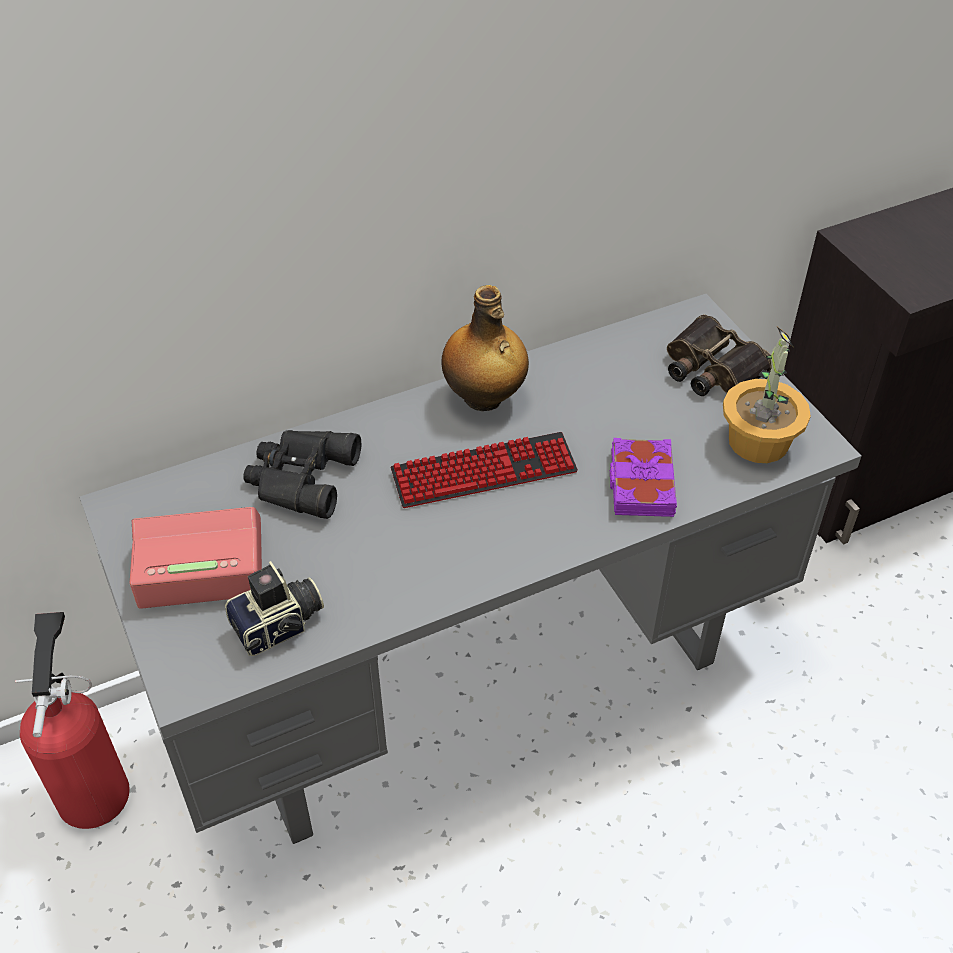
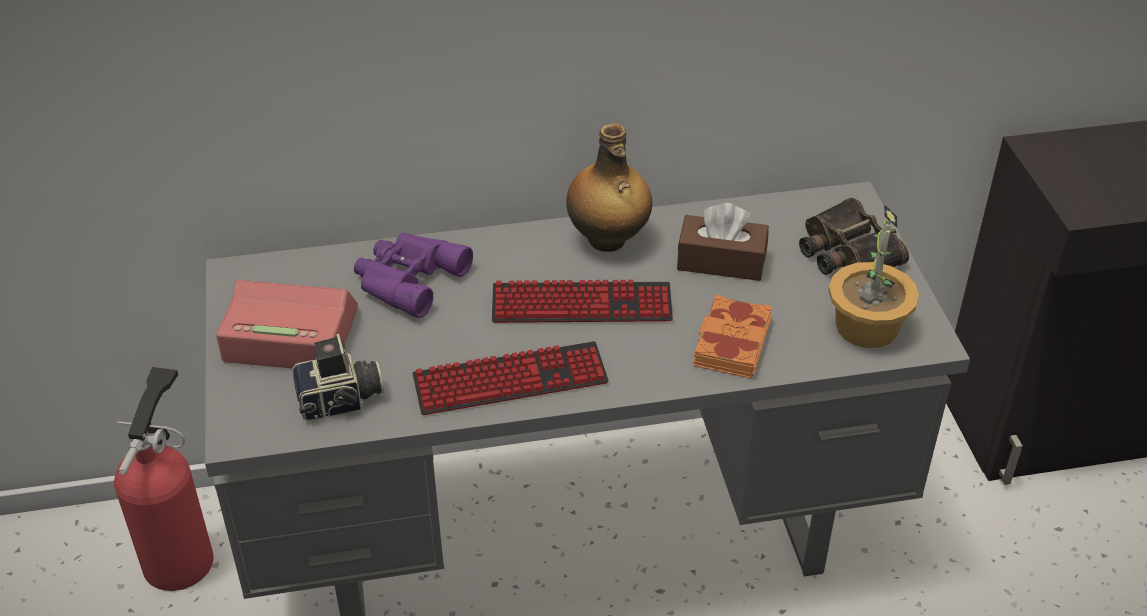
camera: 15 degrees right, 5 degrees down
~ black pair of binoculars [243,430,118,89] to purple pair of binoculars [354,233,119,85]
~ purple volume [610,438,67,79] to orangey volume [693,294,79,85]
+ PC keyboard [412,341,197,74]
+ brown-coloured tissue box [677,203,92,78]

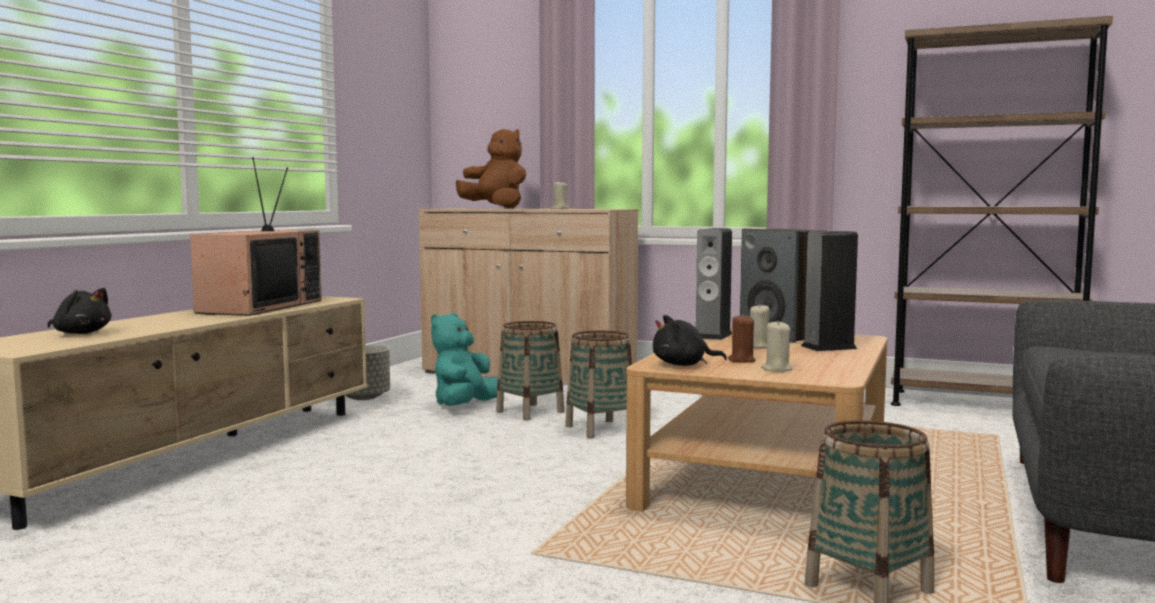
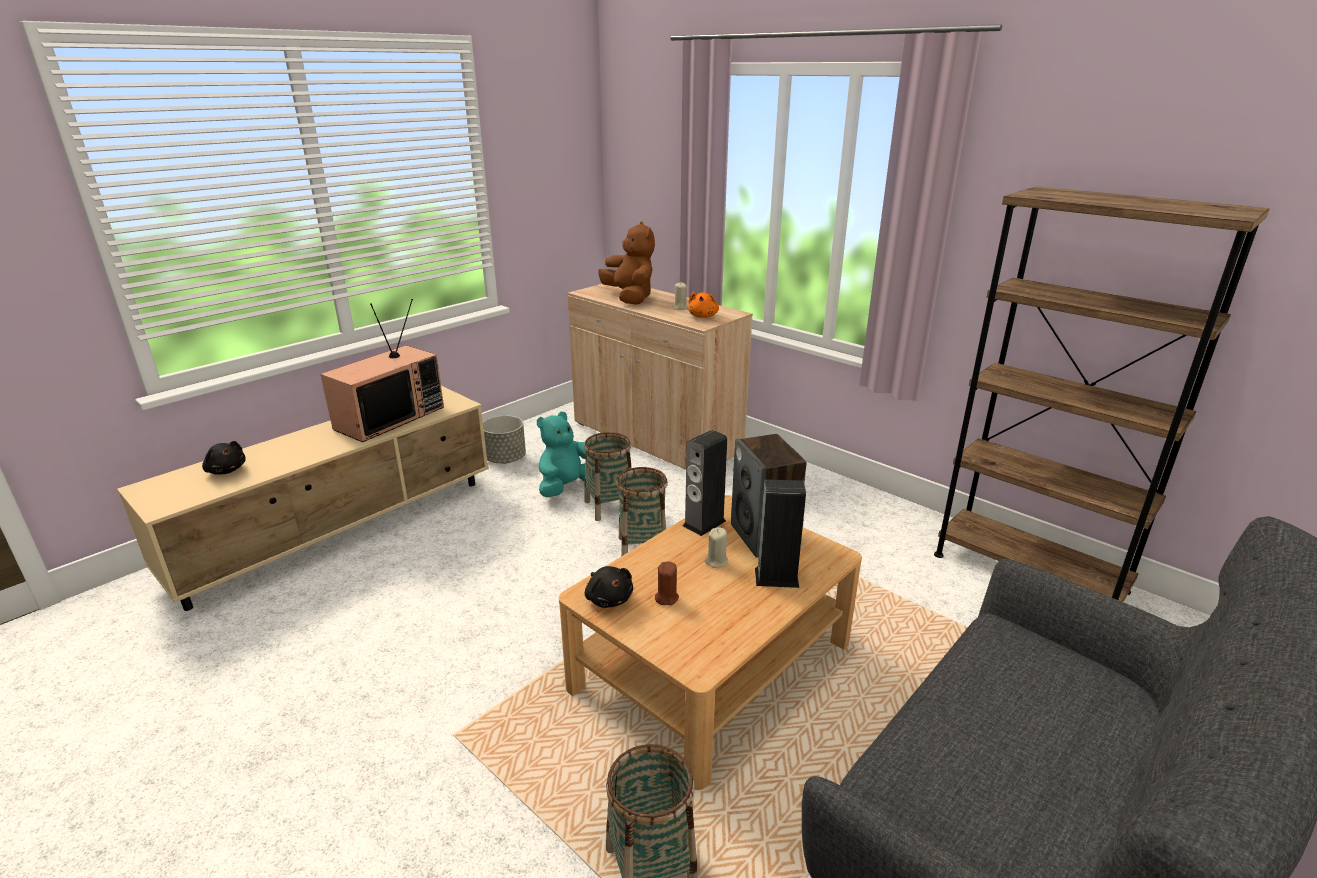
camera: 20 degrees right, 20 degrees up
~ black cuddly toy [653,315,74,51] = [585,566,48,42] 135 degrees counterclockwise
- sand-coloured wax light [761,320,31,52]
+ orangey cuddly toy [688,292,31,26]

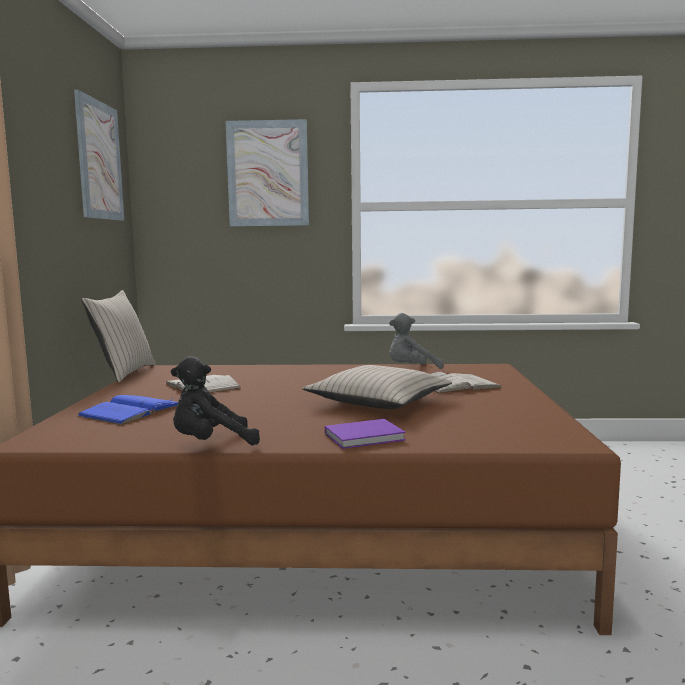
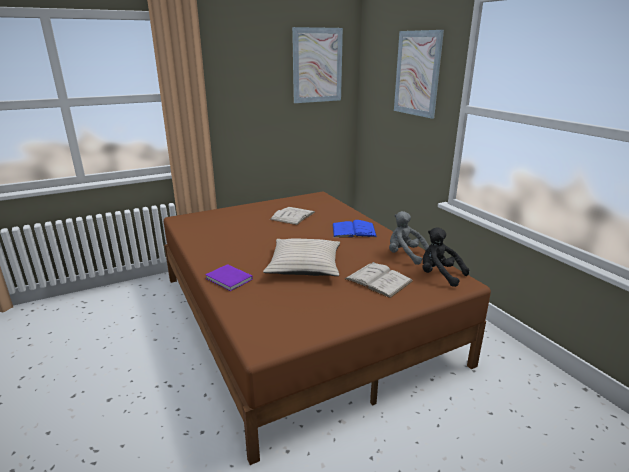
camera: 60 degrees right, 15 degrees up
~ blue-coloured volume [77,395,101,30] to [332,220,45,18]
- sand-coloured cushion [81,290,75,93]
~ black cuddly toy [171,356,89,89] to [422,227,47,60]

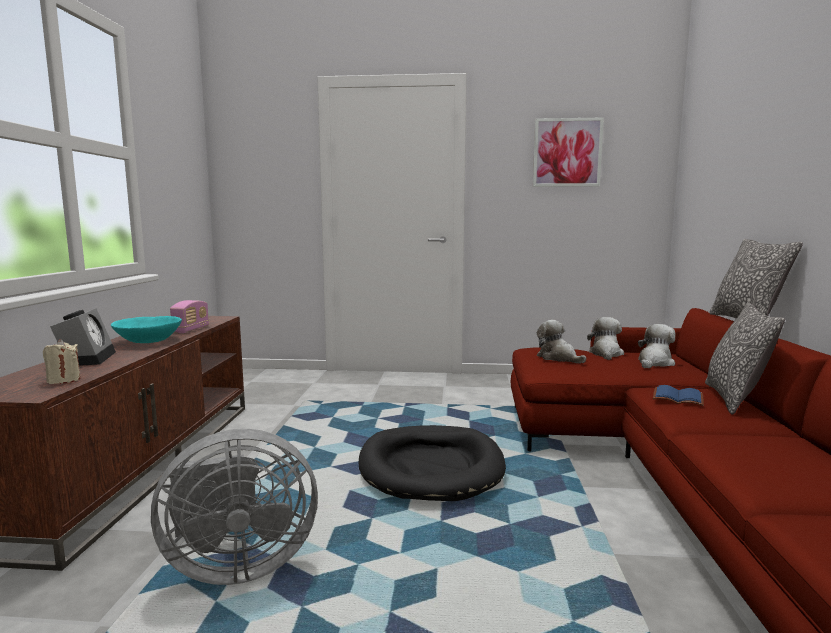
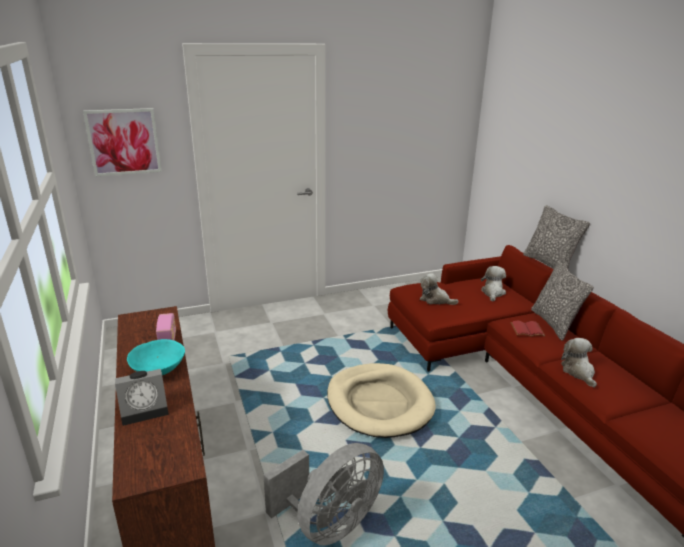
camera: 25 degrees left, 15 degrees up
- sand-coloured wax light [43,339,37,45]
~ alarm clock [50,308,66,58] = [115,369,54,57] 105 degrees clockwise
~ black dog cushion [359,425,147,76] to sand-coloured dog cushion [327,363,109,75]
~ wall art [533,117,71,70] to [83,108,79,68]
~ cuddly toy [587,317,37,43] to [561,338,36,49]
~ blue-coloured volume [653,385,51,21] to red-coloured volume [510,321,35,16]

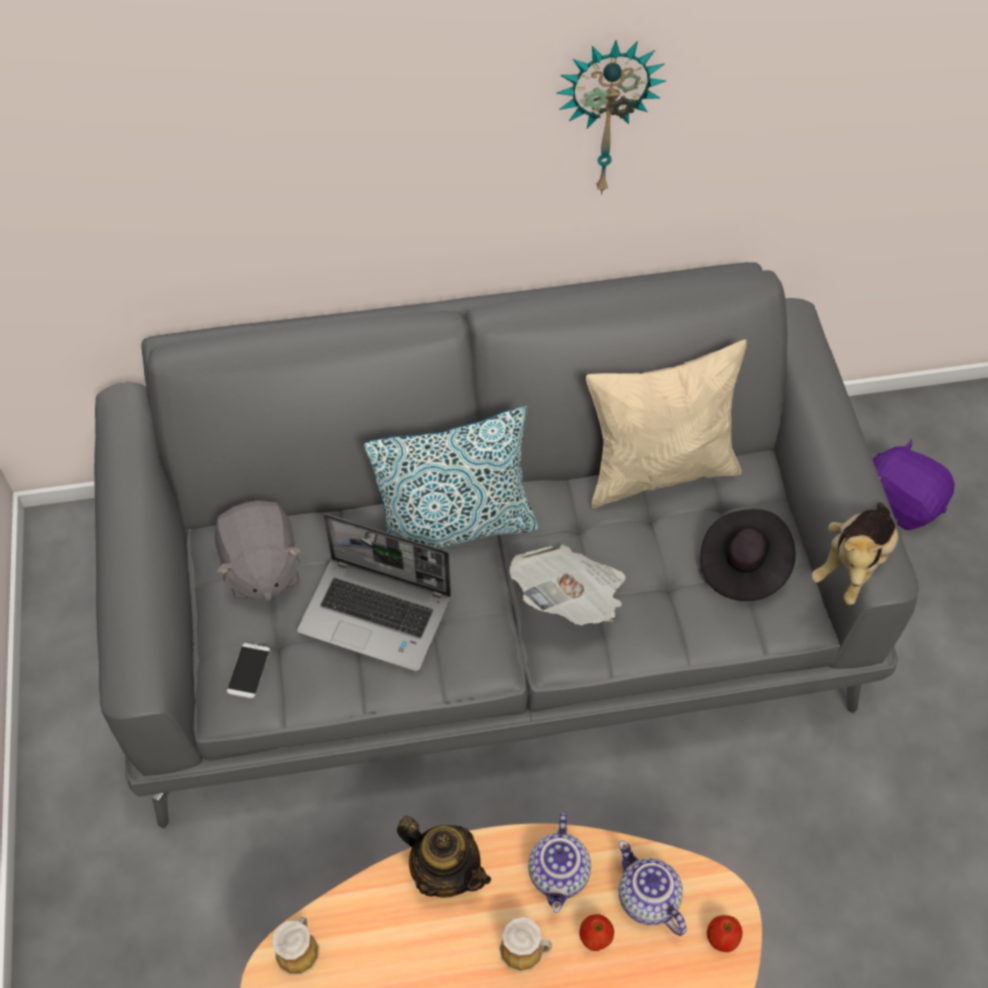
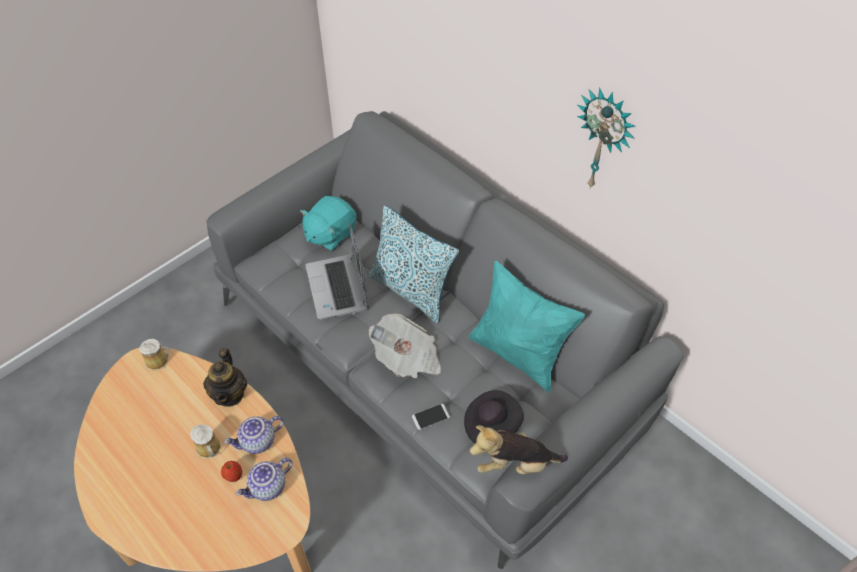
camera: 55 degrees right, 5 degrees down
~ grey cuddly toy [215,500,87,101] to blue-green cuddly toy [300,196,57,55]
~ telephone [227,643,43,56] to [412,404,38,26]
~ sand-coloured cushion [586,340,161,168] to blue-green cushion [469,261,116,132]
~ teapot [619,840,68,96] = [235,458,58,43] 150 degrees counterclockwise
- apple [707,915,36,37]
- purple cuddly toy [873,439,82,91]

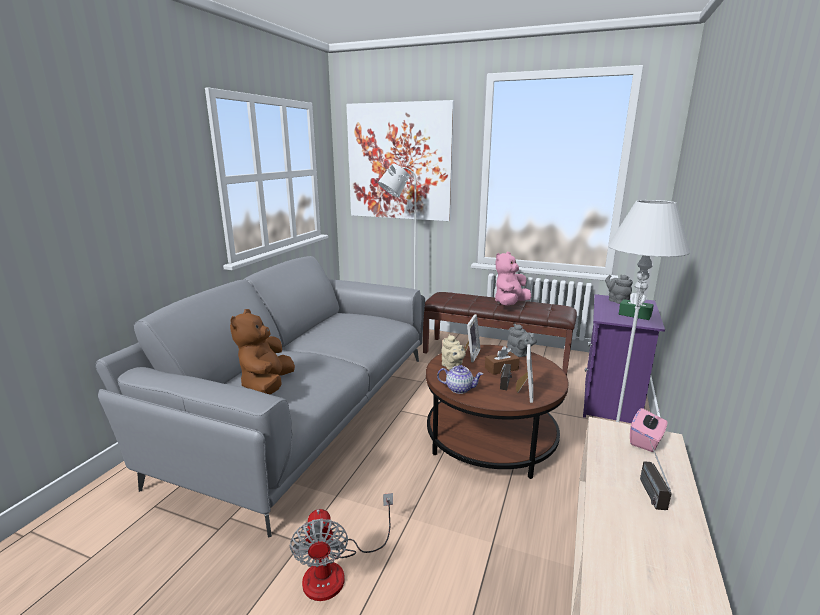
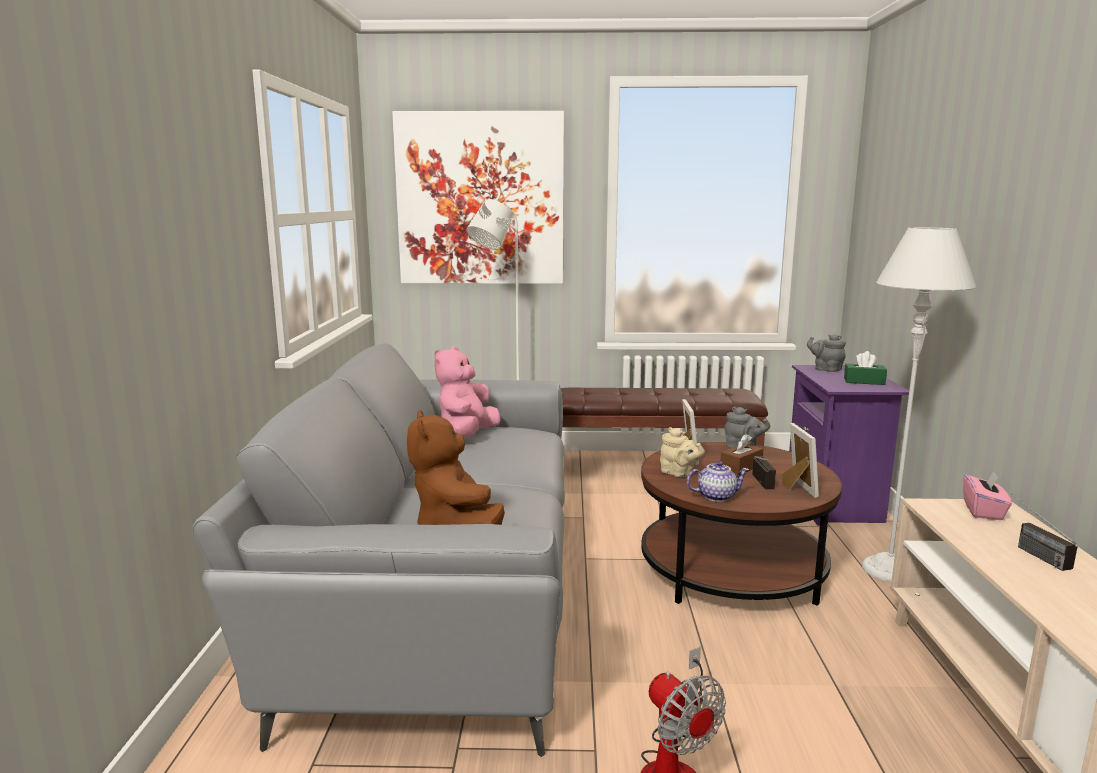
camera: 20 degrees left, 5 degrees down
~ pink cuddly toy [495,252,36,54] to [434,346,67,91]

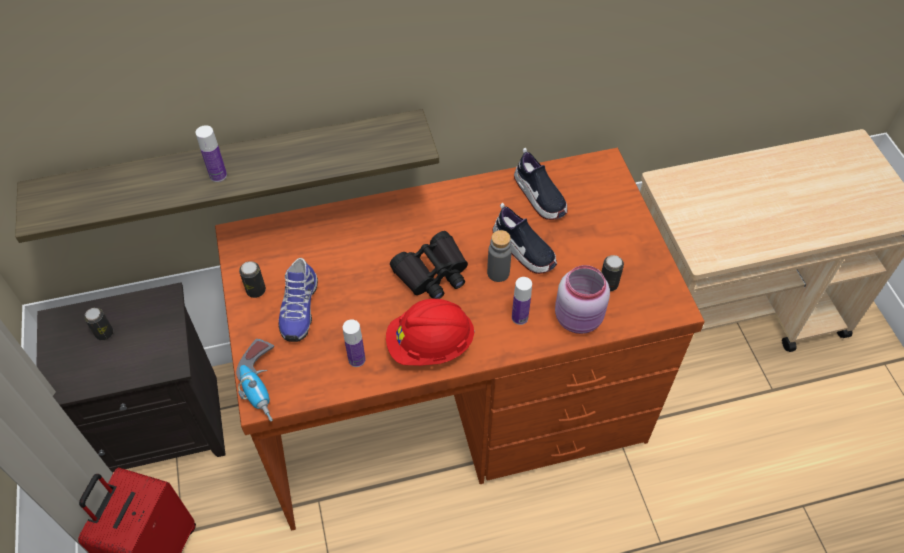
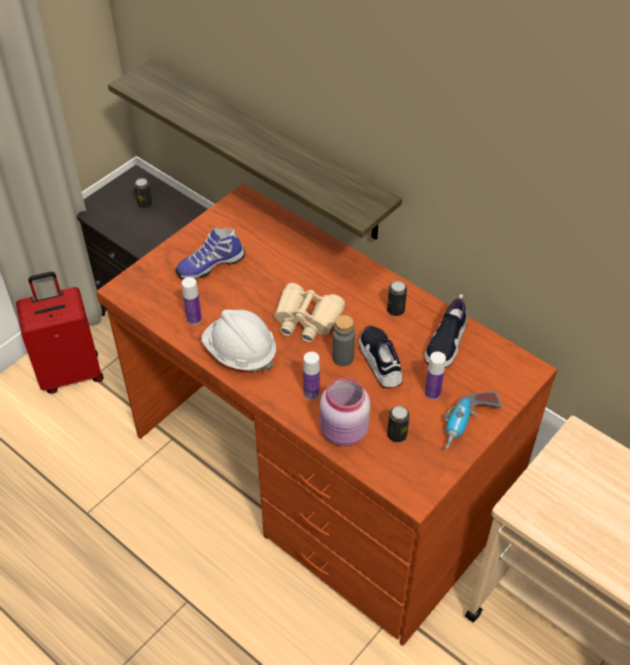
camera: 55 degrees right, 5 degrees down
~ drink bottle [196,125,31,57] to [425,352,21,48]
~ power drill [236,339,38,83] to [444,391,58,59]
~ metal can [239,261,27,37] to [387,281,20,35]
~ red-coloured hard hat [386,299,89,67] to white-coloured hard hat [201,309,75,63]
~ black pair of binoculars [390,231,78,68] to sand-coloured pair of binoculars [274,283,71,59]
~ low shoe [493,203,64,71] = [359,325,44,63] 150 degrees clockwise

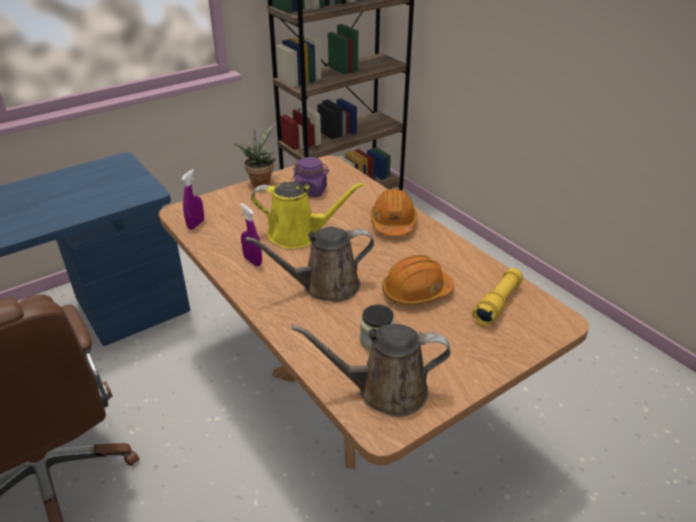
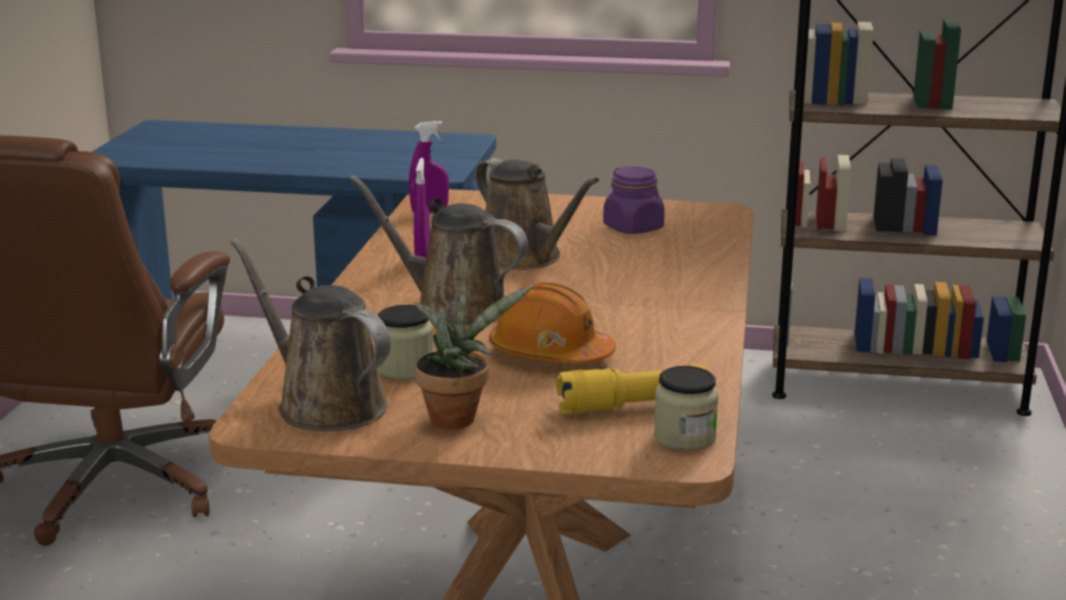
camera: 45 degrees right, 15 degrees down
~ potted plant [234,122,42,65] to [414,285,120,144]
~ yellow-coloured sprinkling can [251,181,114,68] to brown-coloured sprinkling can [475,158,124,112]
- orangey hard hat [370,188,47,48]
+ preserve jar [654,366,65,85]

